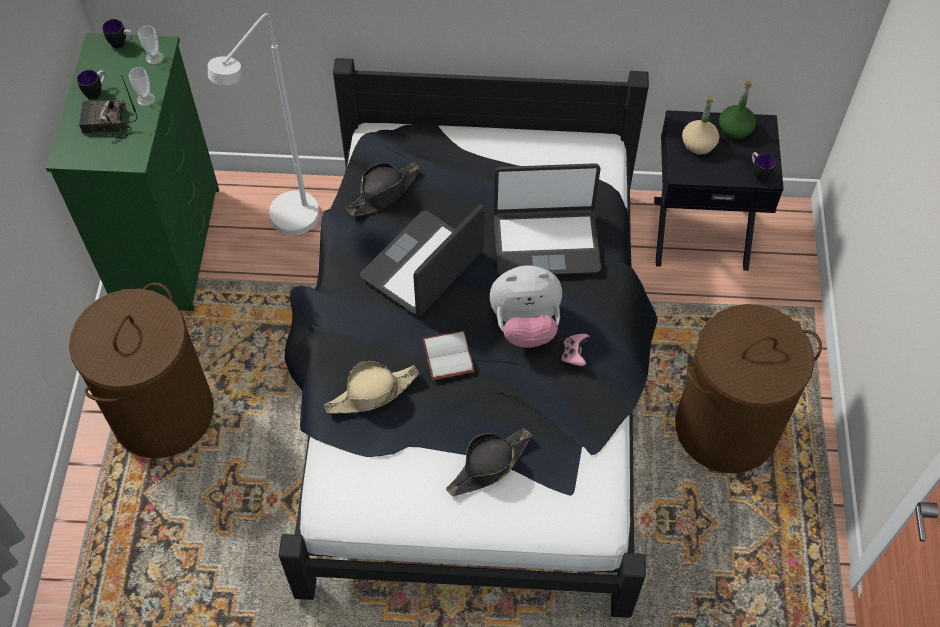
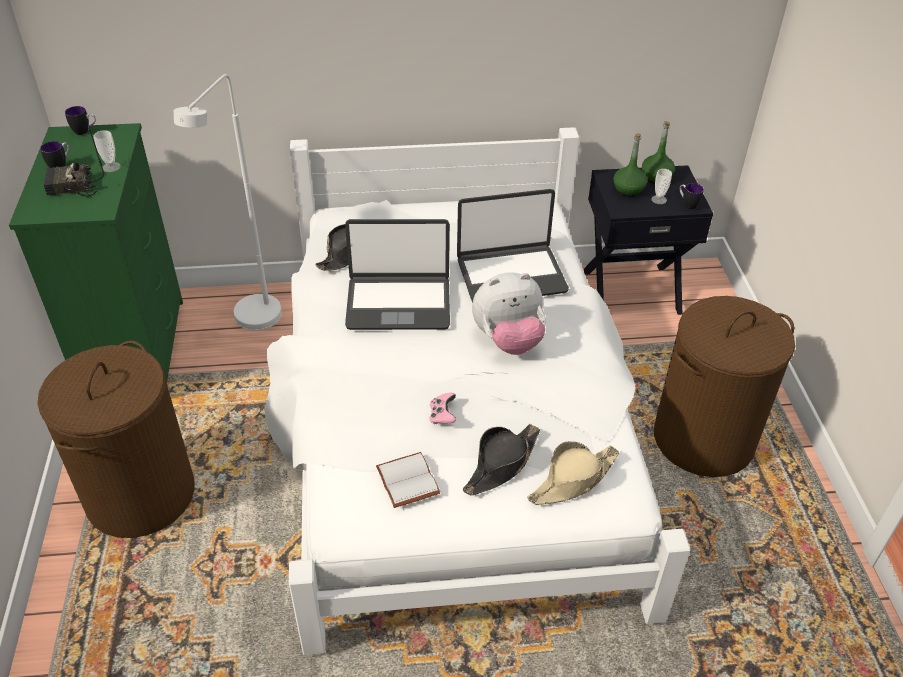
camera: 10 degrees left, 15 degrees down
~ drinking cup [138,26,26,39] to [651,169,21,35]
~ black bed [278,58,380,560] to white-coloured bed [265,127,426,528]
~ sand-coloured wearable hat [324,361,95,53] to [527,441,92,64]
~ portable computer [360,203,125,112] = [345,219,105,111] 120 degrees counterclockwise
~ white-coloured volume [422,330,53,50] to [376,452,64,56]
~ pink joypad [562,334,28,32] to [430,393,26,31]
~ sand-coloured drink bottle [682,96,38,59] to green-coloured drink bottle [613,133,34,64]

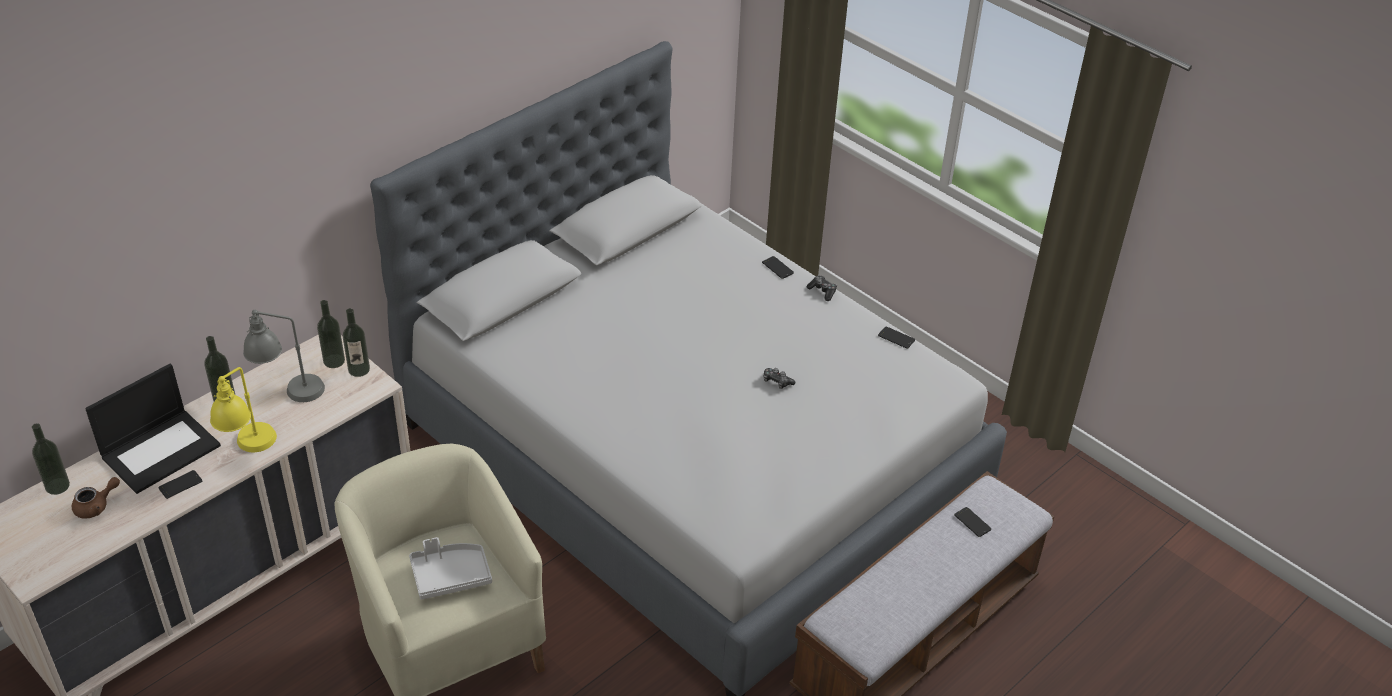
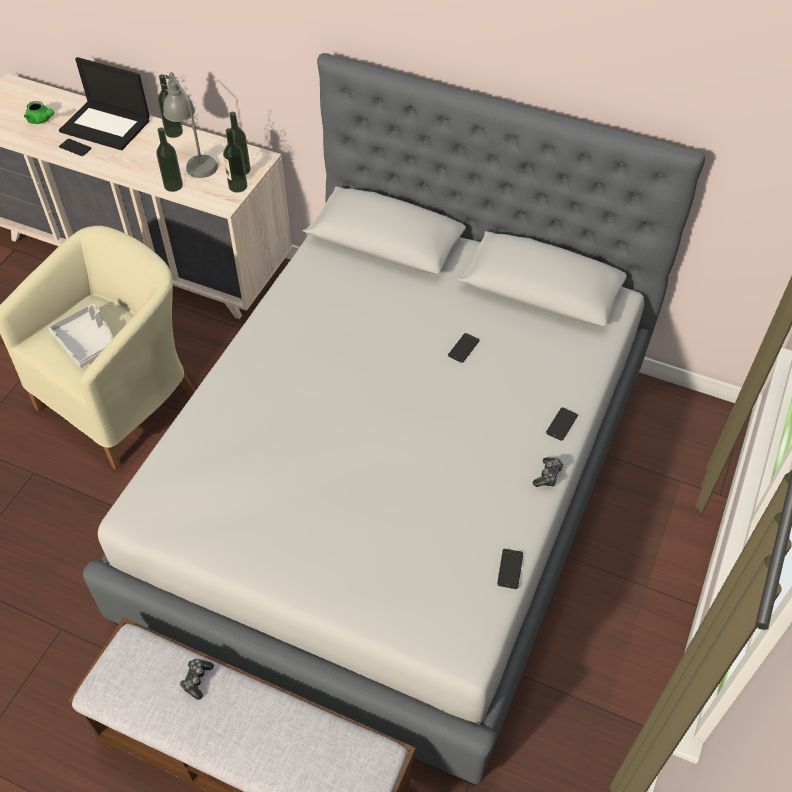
camera: 70 degrees right, 10 degrees up
~ drink bottle [32,423,38,72] to [156,127,27,65]
~ brown-coloured teapot [72,477,48,42] to green-coloured teapot [24,101,30,23]
- yellow-coloured table lamp [210,367,67,85]
~ joypad [764,368,31,21] to [180,659,34,41]
~ telephone [954,507,37,30] to [448,333,32,30]

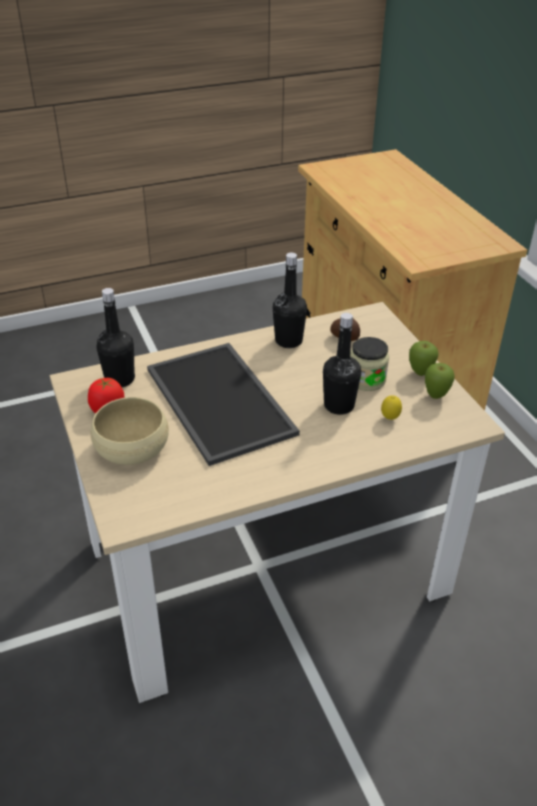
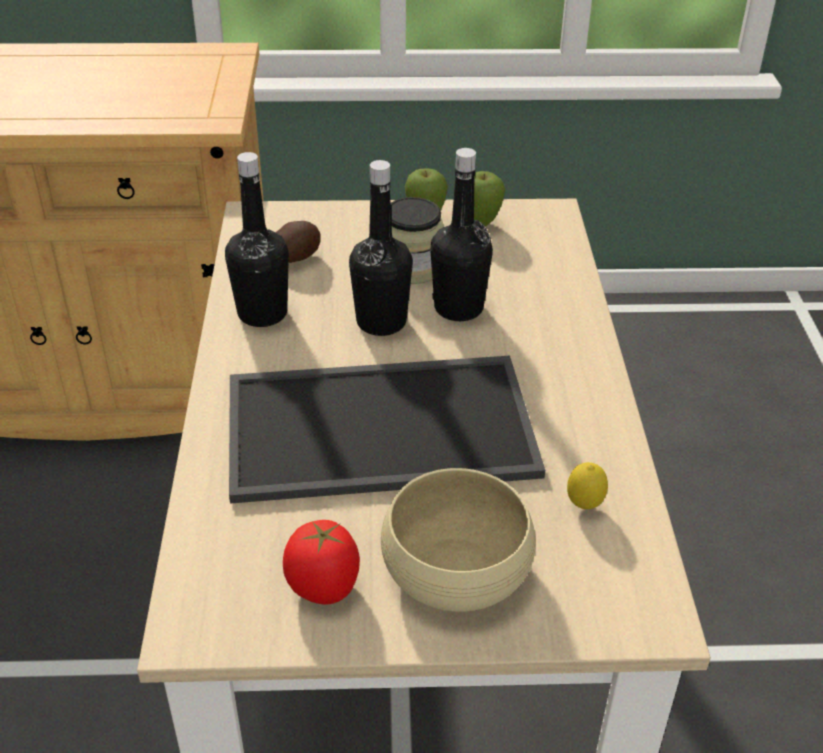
camera: 70 degrees left, 0 degrees up
~ black drink bottle [96,288,39,99] to [349,160,64,176]
~ citrus fruit [381,395,21,25] to [567,462,41,47]

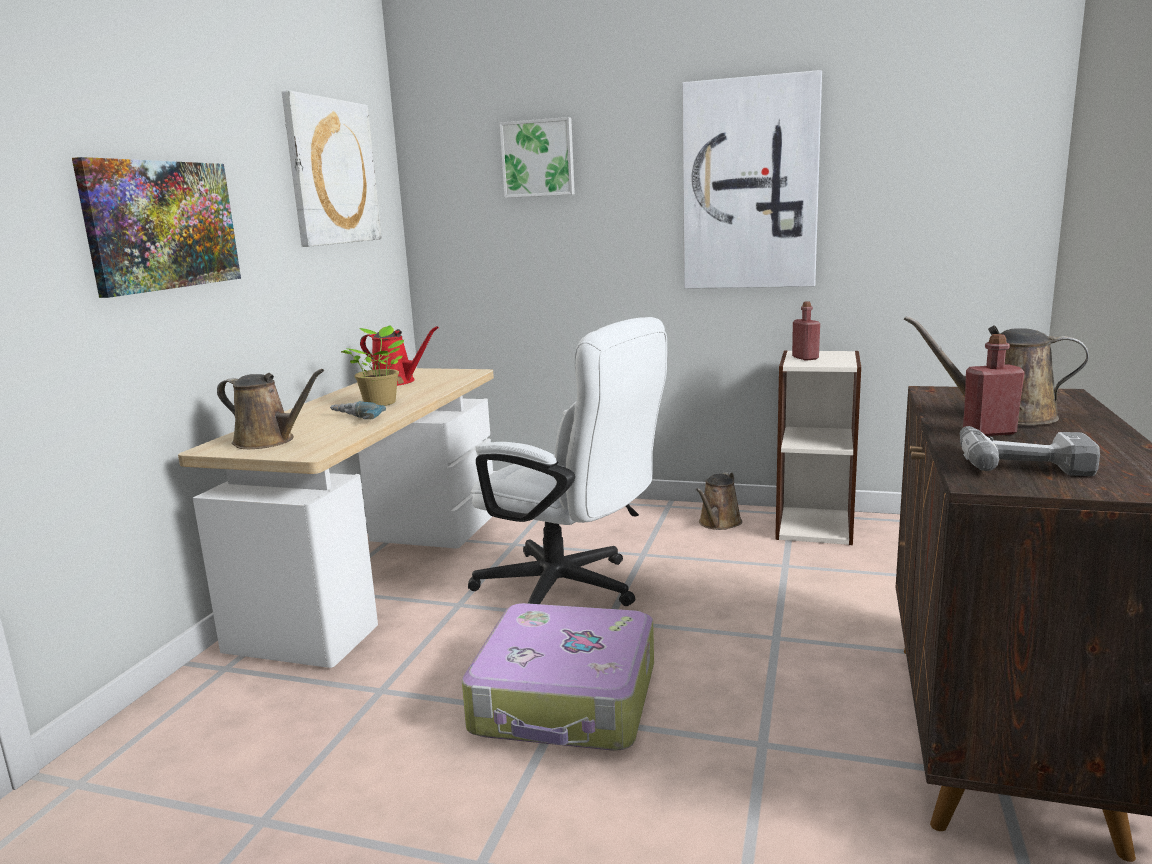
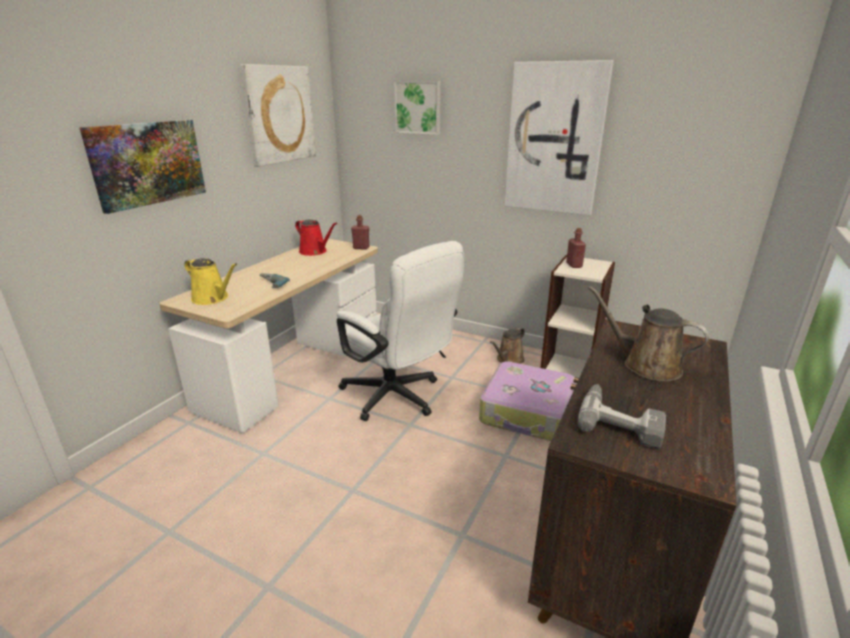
camera: 10 degrees right, 10 degrees up
~ brown-coloured sprinkling can [217,369,107,80] to yellow-coloured sprinkling can [184,258,53,47]
- potted plant [341,325,63,81]
~ suitcase [462,603,192,148] to [479,361,97,80]
~ red-coloured drink bottle [963,334,62,102] to [351,215,19,35]

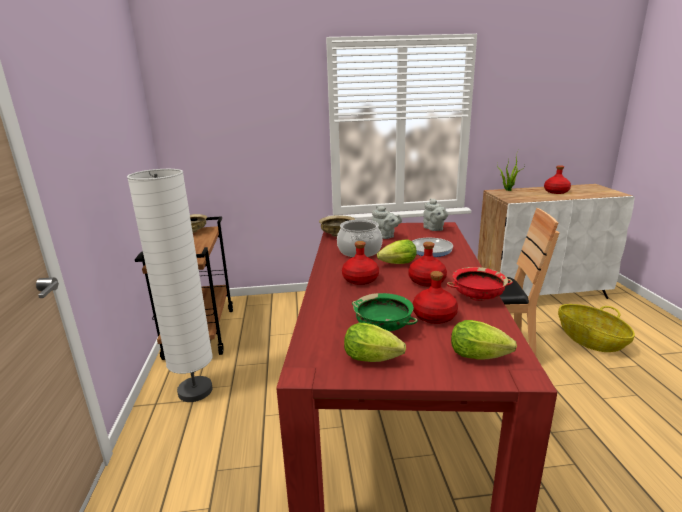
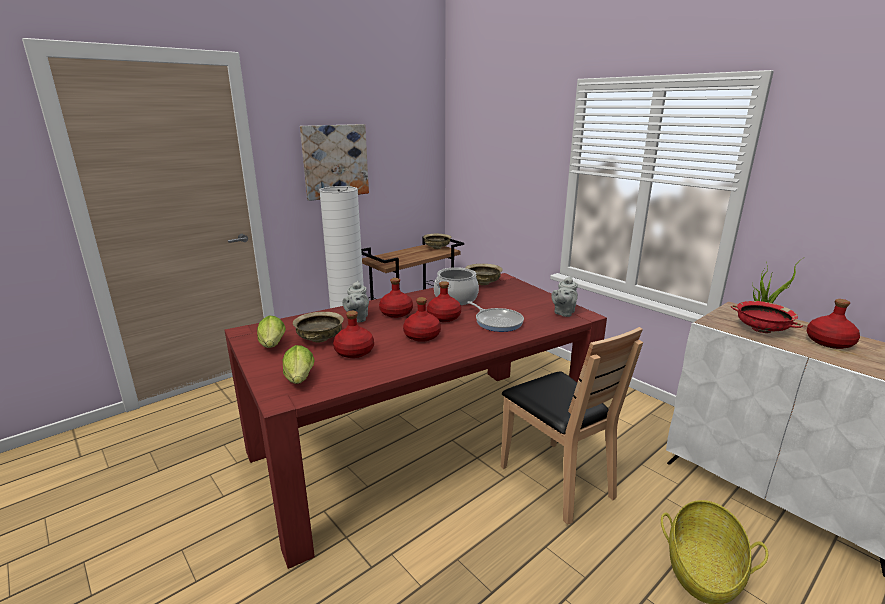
camera: 55 degrees right, 0 degrees up
~ green-coloured serving bowl [352,293,66,38] to sand-coloured serving bowl [293,312,51,30]
~ grey teapot [372,206,30,33] to [342,281,27,41]
~ lettuce [377,239,40,25] to red-coloured drink bottle [427,281,34,41]
~ red-coloured serving bowl [447,267,66,34] to [731,301,72,32]
+ wall art [300,124,69,77]

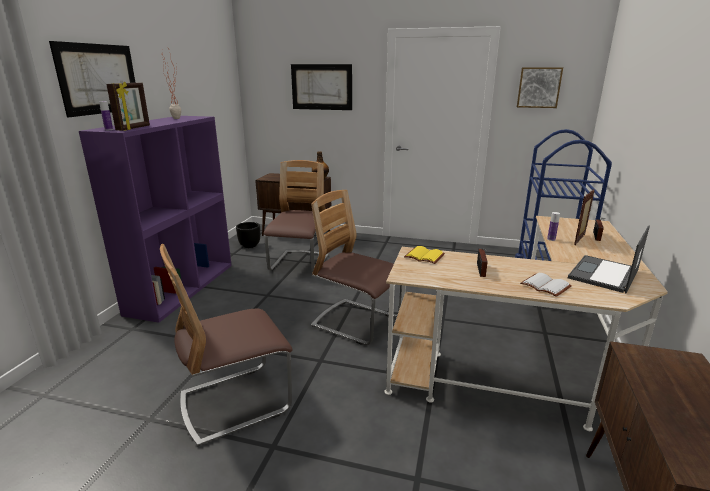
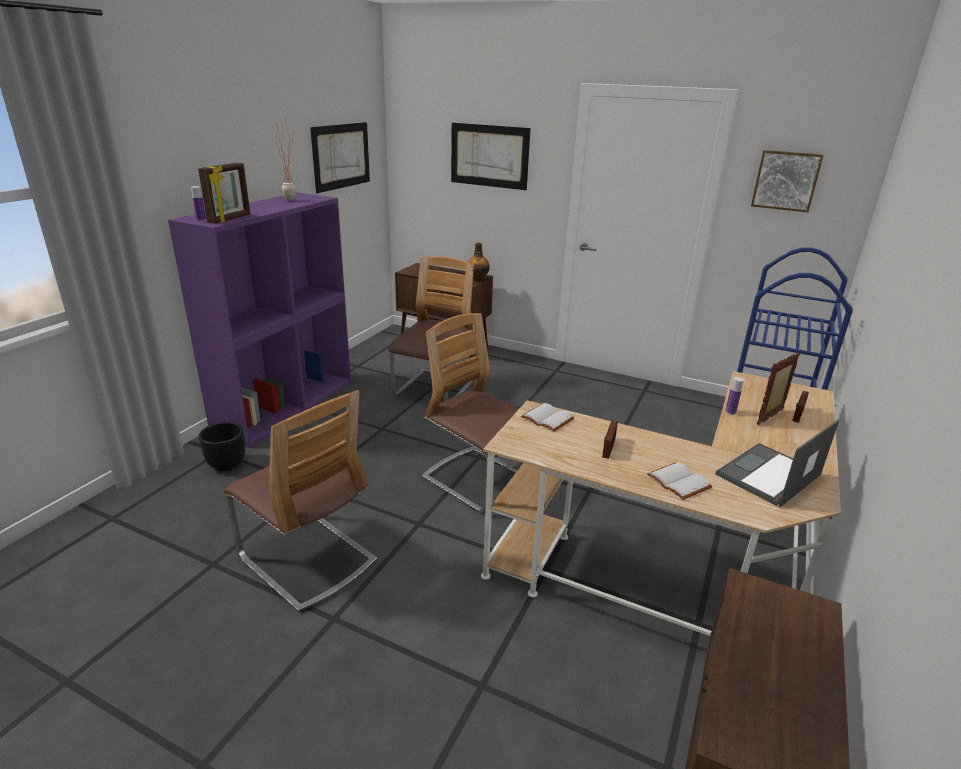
camera: 10 degrees right, 5 degrees up
~ wall art [49,41,86,77] to [310,122,60,71]
~ upright chair [160,244,132,202] = [224,390,153,222] 120 degrees counterclockwise
~ black planter [236,222,24,26] to [199,422,47,49]
~ yellow-coloured volume [404,246,41,18] to white-coloured volume [521,403,54,28]

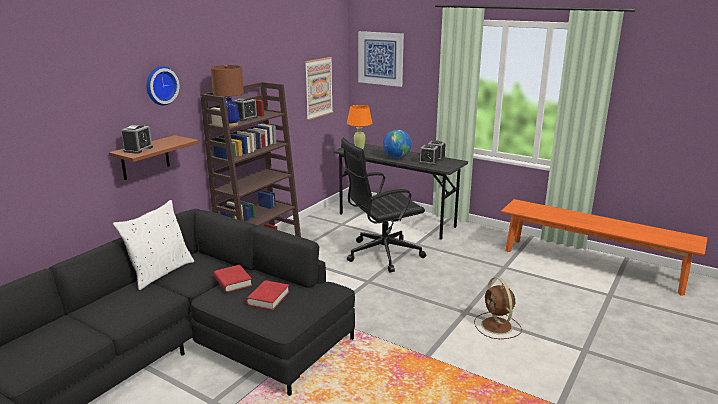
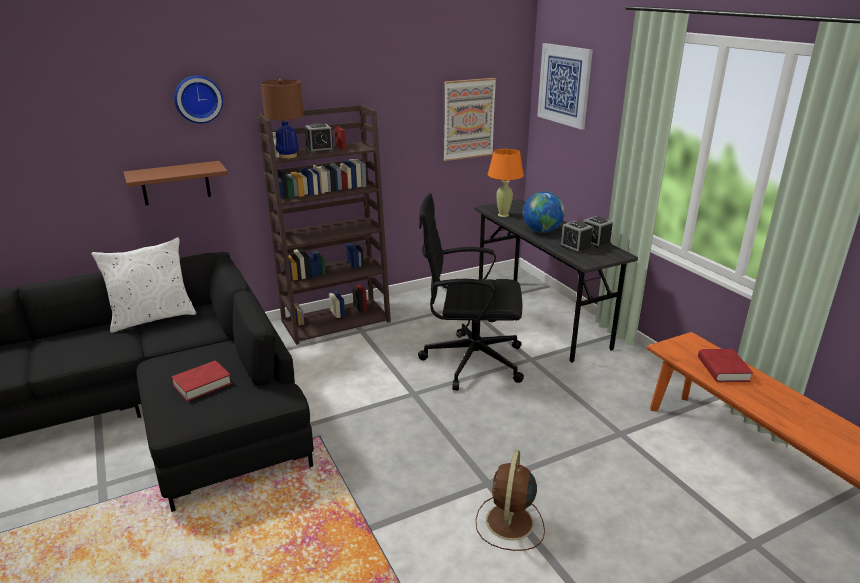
camera: 30 degrees right, 5 degrees up
- alarm clock [121,125,32,29]
~ red-coloured volume [214,265,38,28] to [698,349,55,33]

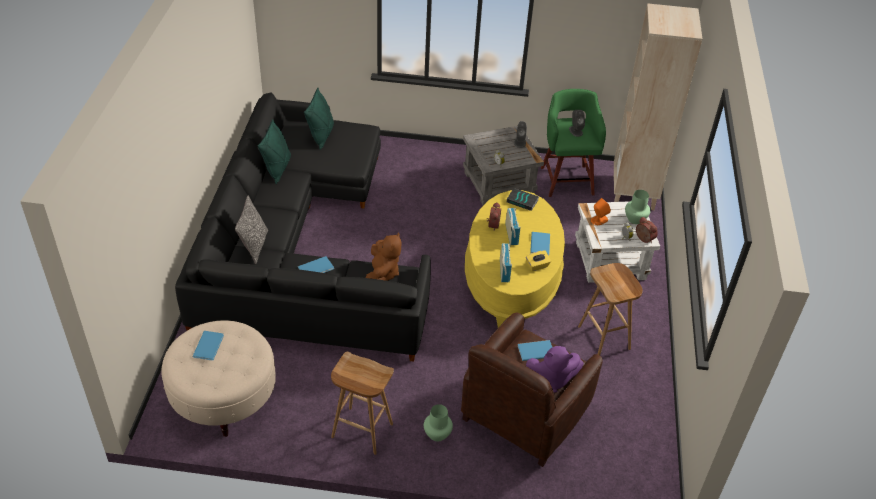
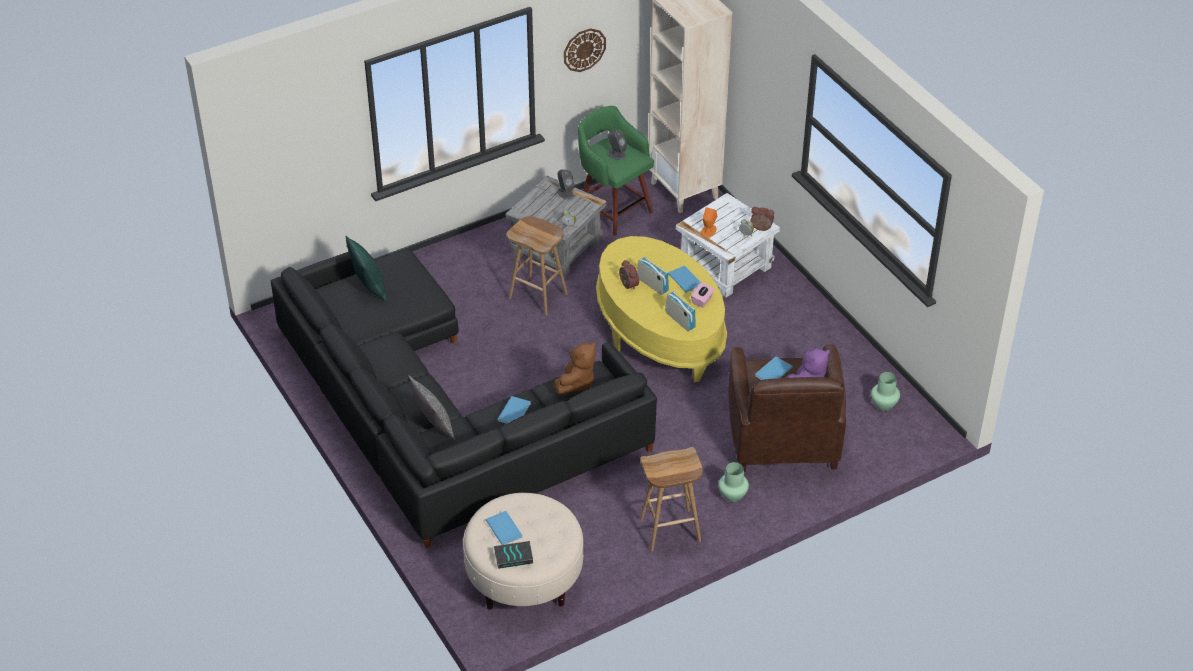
camera: 35 degrees left, 0 degrees up
- green-coloured cushion [258,119,33,65]
~ brown-coloured cuddly toy [365,232,36,49] = [554,342,42,53] 60 degrees clockwise
~ volume [507,188,32,23] to [494,541,39,28]
~ yellow-coloured tissue box [526,251,25,20] to pink tissue box [691,282,24,25]
~ brown-coloured stool [578,263,65,92] to [506,216,62,99]
~ green-coloured vase [625,190,25,34] to [871,372,29,39]
+ hanging clock [564,28,42,44]

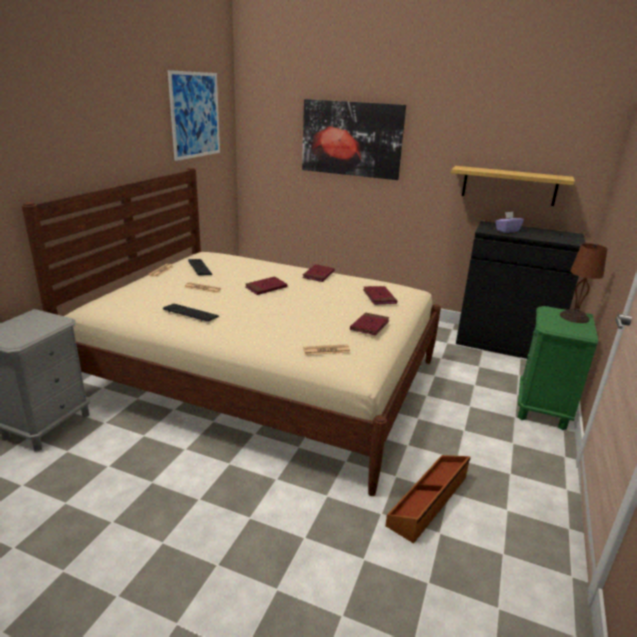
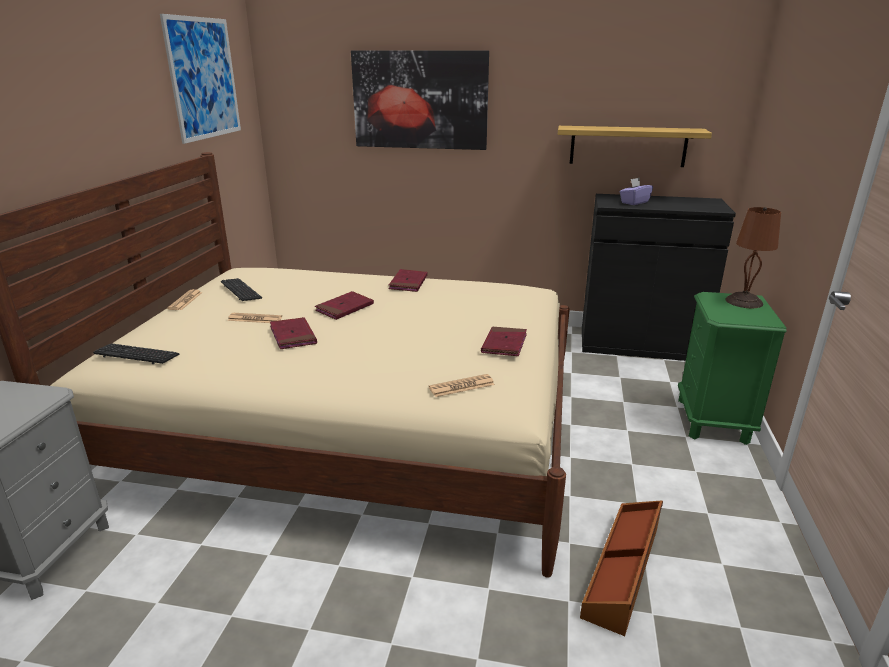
camera: 10 degrees left, 0 degrees up
~ PC keyboard [162,304,57,18] to [93,343,87,21]
~ red-coloured volume [363,286,34,18] to [270,317,47,32]

